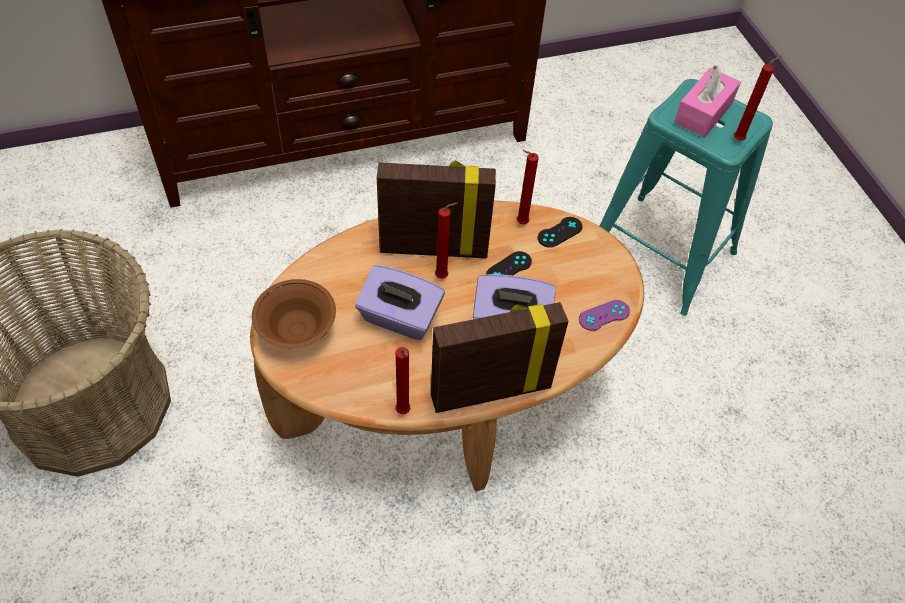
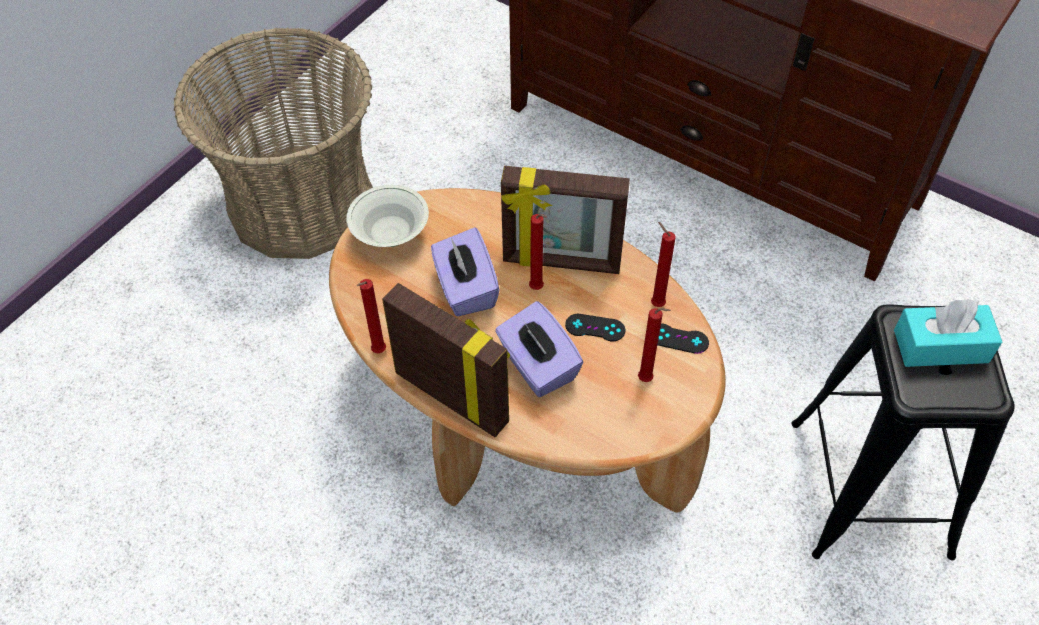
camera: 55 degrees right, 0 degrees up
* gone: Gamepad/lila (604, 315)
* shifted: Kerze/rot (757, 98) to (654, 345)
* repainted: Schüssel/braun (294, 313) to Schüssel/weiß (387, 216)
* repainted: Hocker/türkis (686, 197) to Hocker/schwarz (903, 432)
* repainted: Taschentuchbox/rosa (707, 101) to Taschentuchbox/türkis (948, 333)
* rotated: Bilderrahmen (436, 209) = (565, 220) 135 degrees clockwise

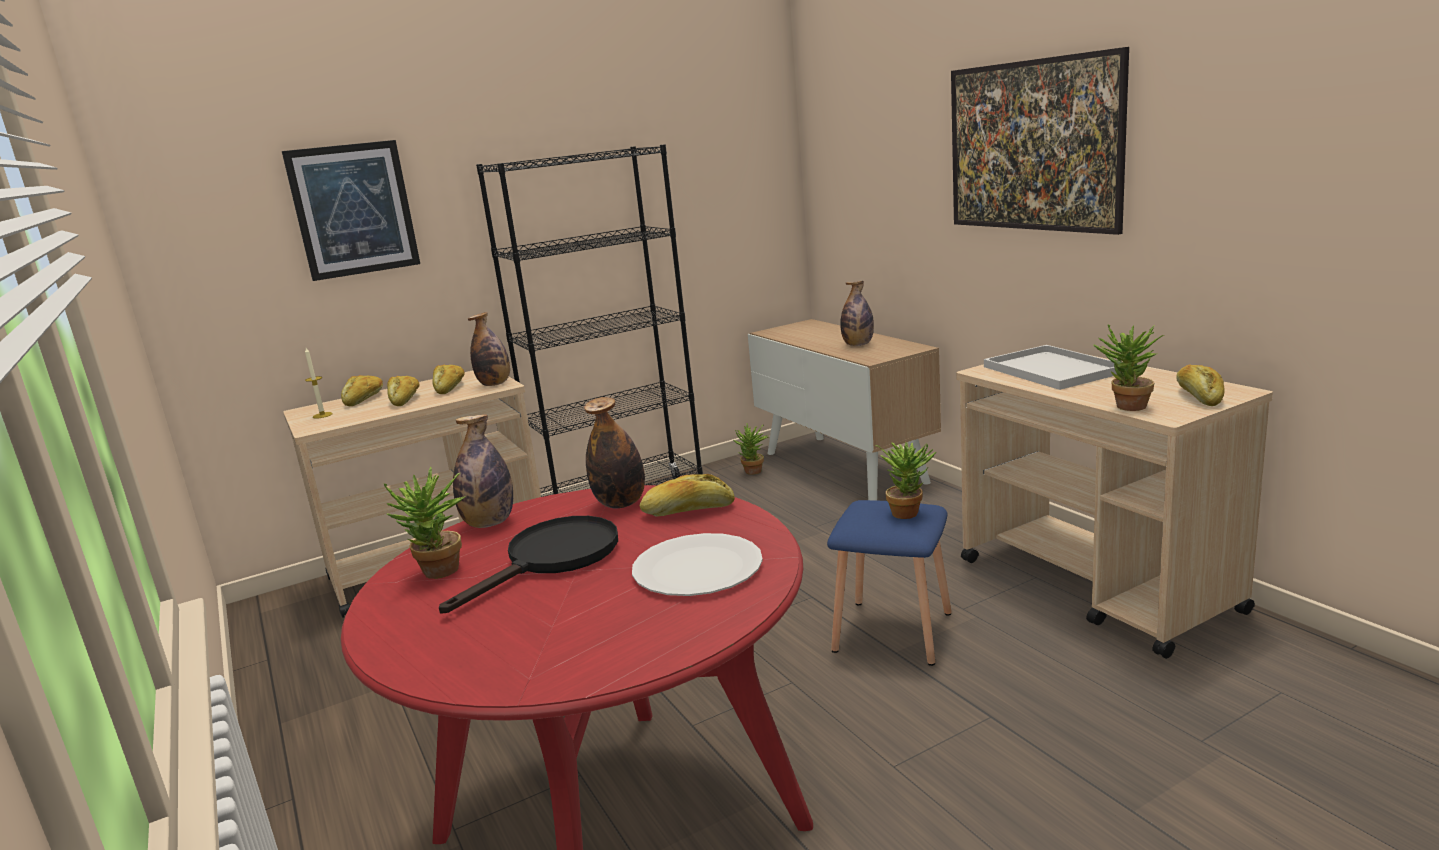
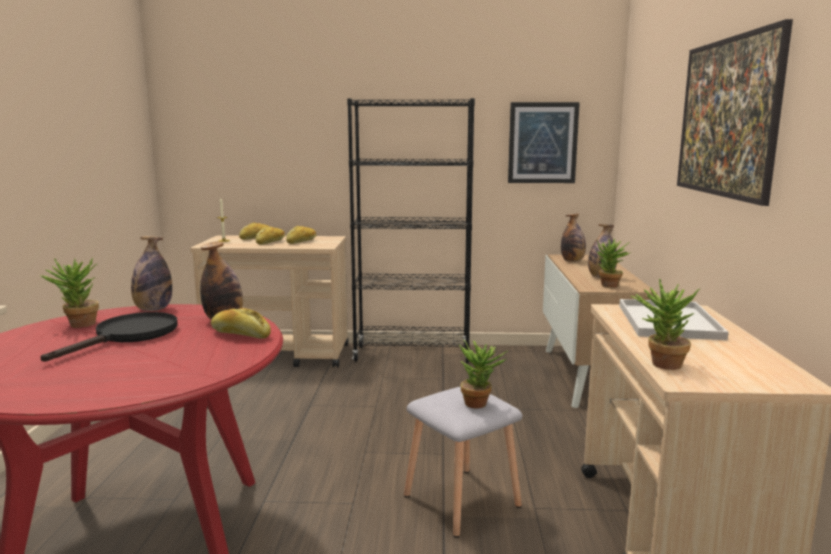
camera: 30 degrees right, 5 degrees down
* gone: Teller/weiß (697, 564)
* gone: Brot (1200, 385)
* shifted: Bild (351, 210) to (544, 142)
* shifted: Flasche (489, 349) to (573, 237)
* shifted: Topfpflanze (751, 449) to (613, 263)
* repainted: Hocker/blau (889, 583) to Hocker/grau (463, 462)
* rotated: Pfanne/schwarz (528, 564) = (109, 336) 45 degrees counterclockwise

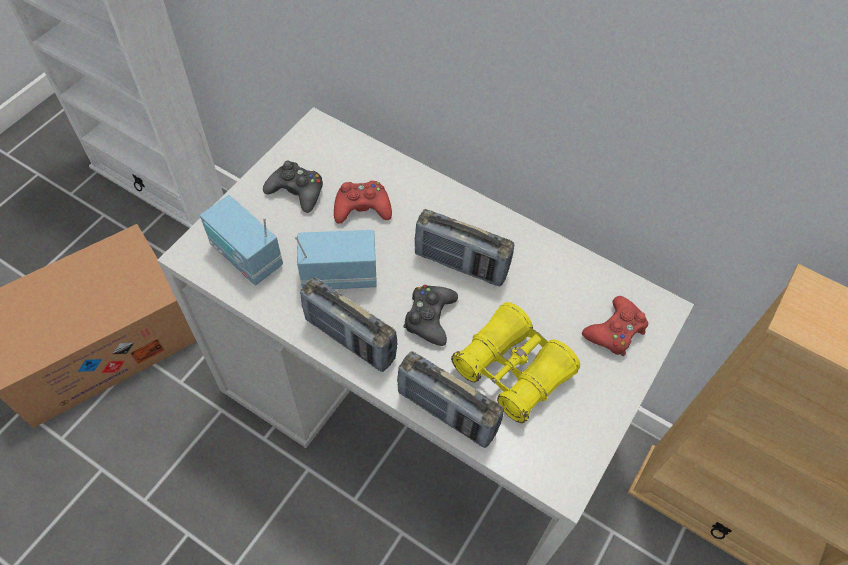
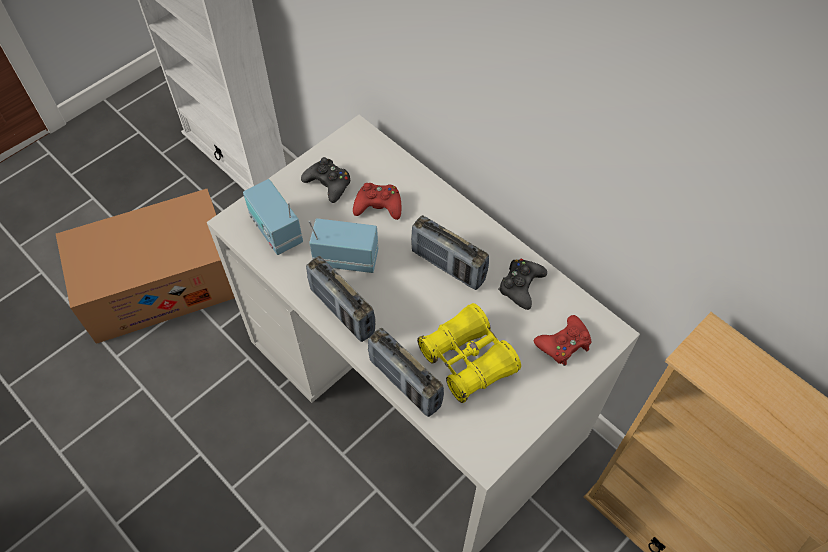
camera: 15 degrees right, 0 degrees up
* shifted: Gamepad/schwarz (430, 315) to (522, 284)

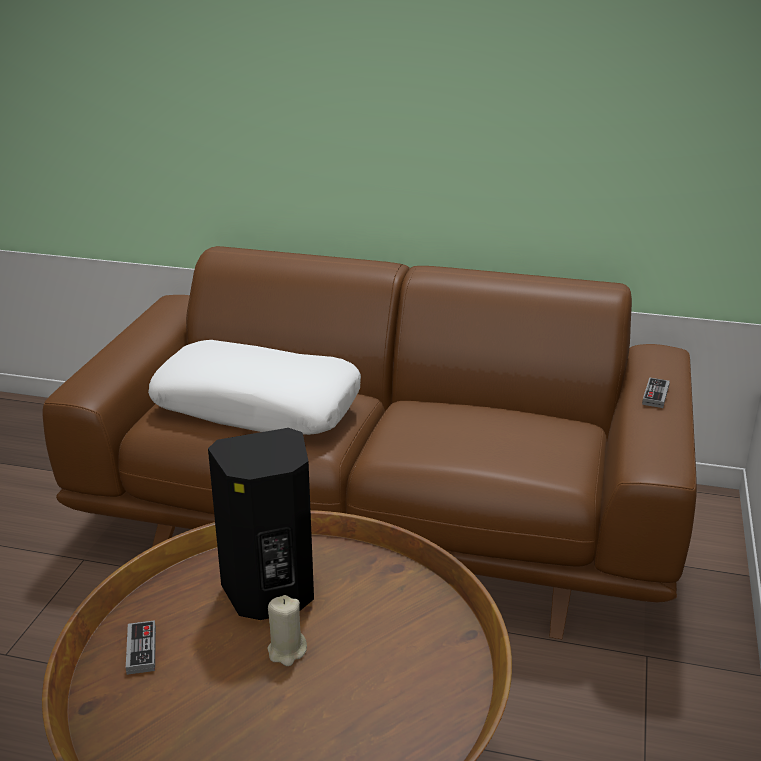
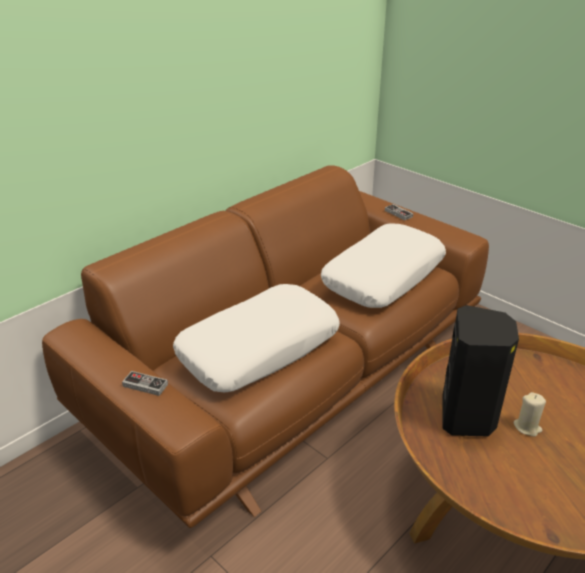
camera: 60 degrees left, 5 degrees up
* new: Kissen/weiß (383, 265)
* shifted: Gamepad (141, 647) to (145, 383)

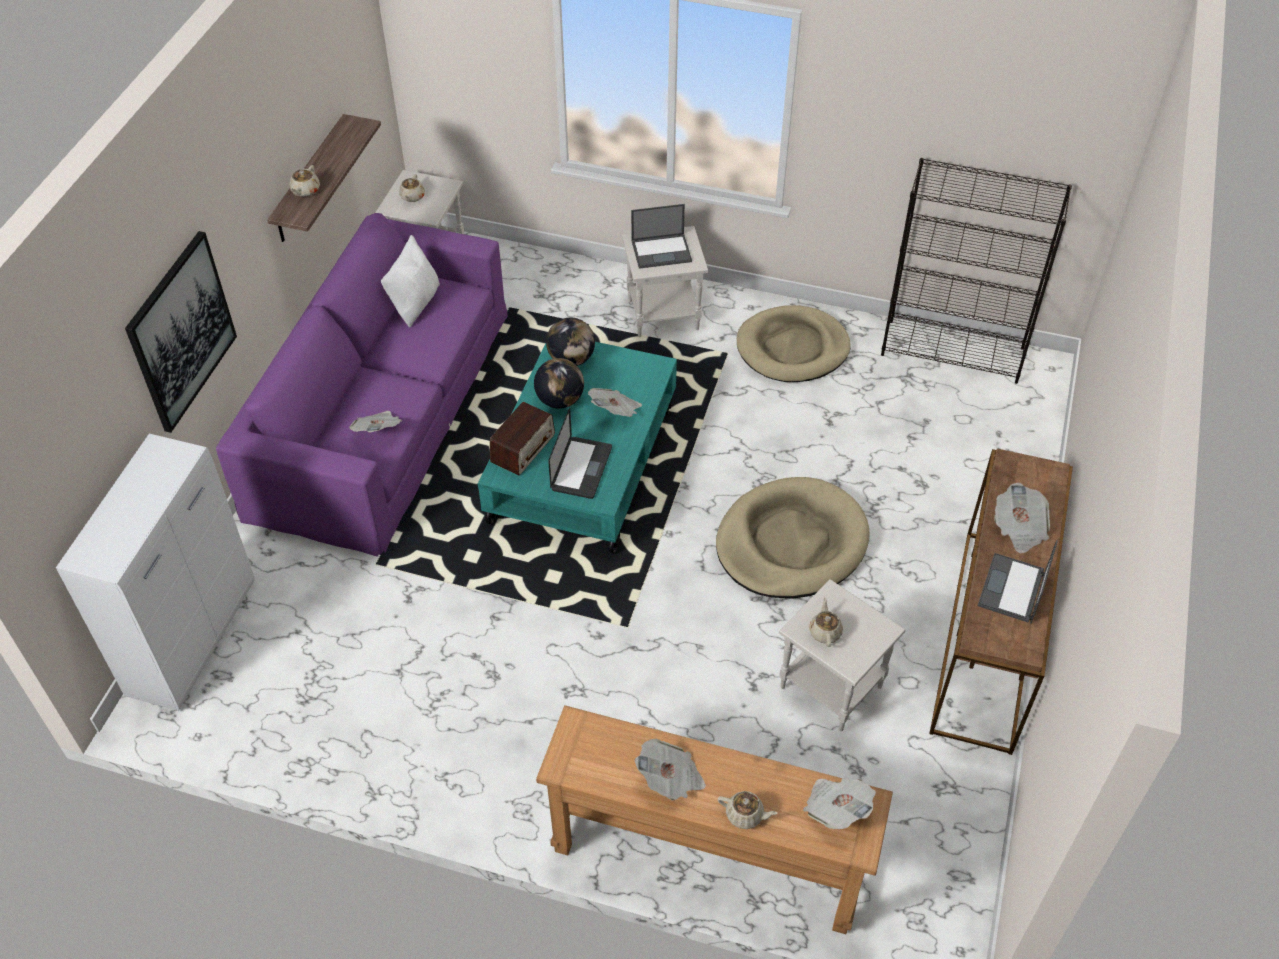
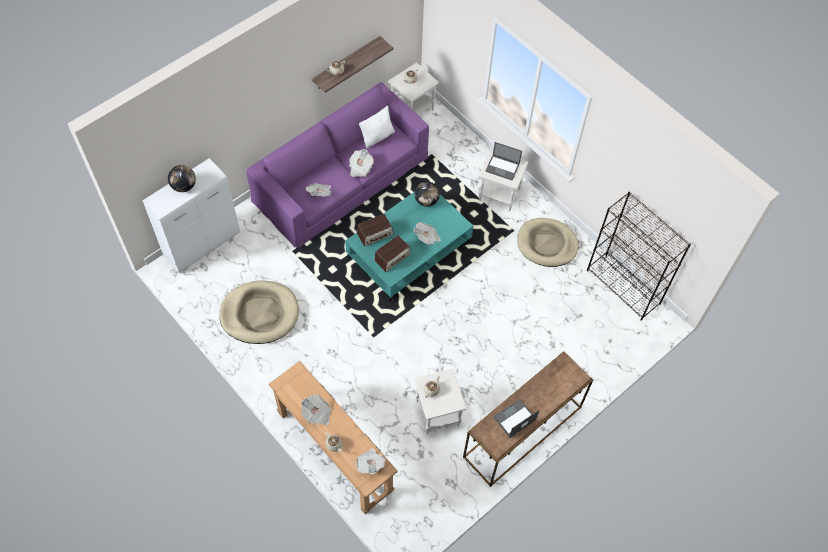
camera: 30 degrees right, 10 degrees up
* gone: Bild (181, 332)
* shifted: Globus (559, 383) to (182, 178)
* shifted: Hundebett/beige (793, 537) to (259, 312)
* shifted: Zeitung (1022, 518) to (361, 163)
* swapped: Laptop (580, 453) to Radio (392, 253)

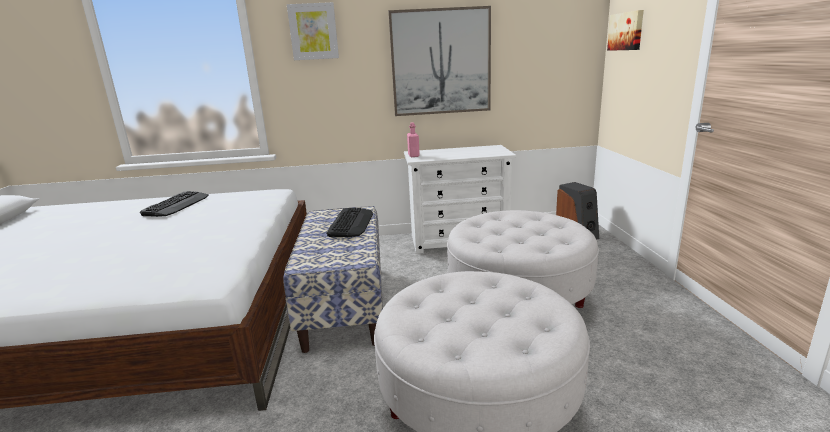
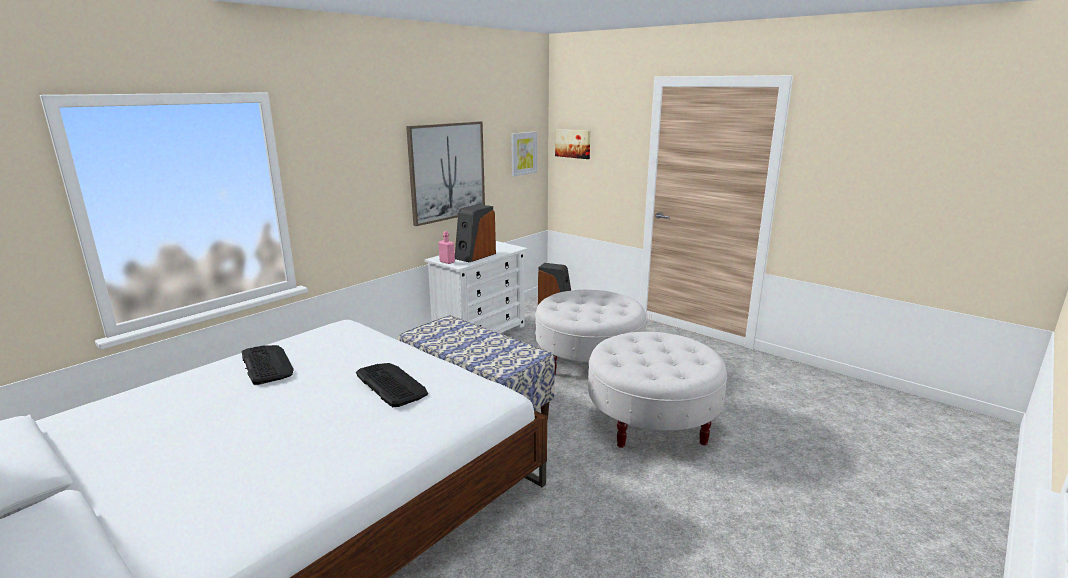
camera: 45 degrees left, 0 degrees up
* new: Lautsprecher (475, 233)
* shifted: Bild (313, 31) to (524, 153)
* shifted: Tastatur (349, 222) to (392, 385)

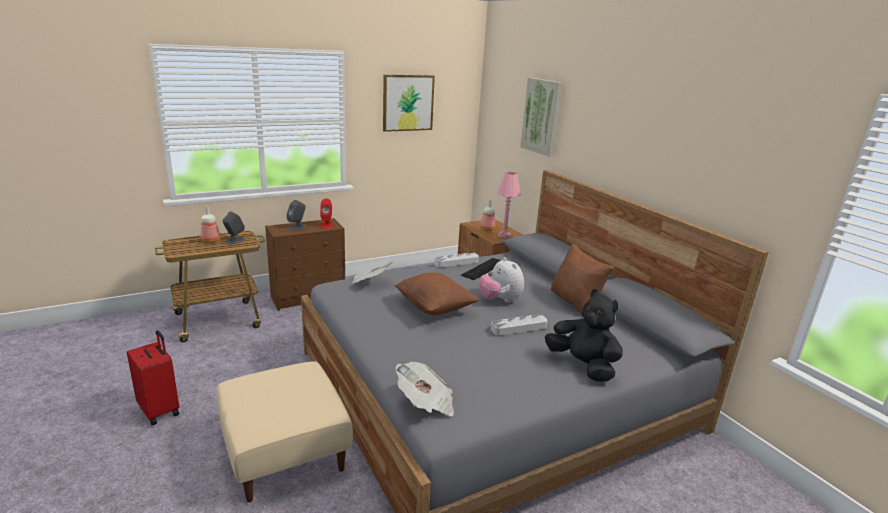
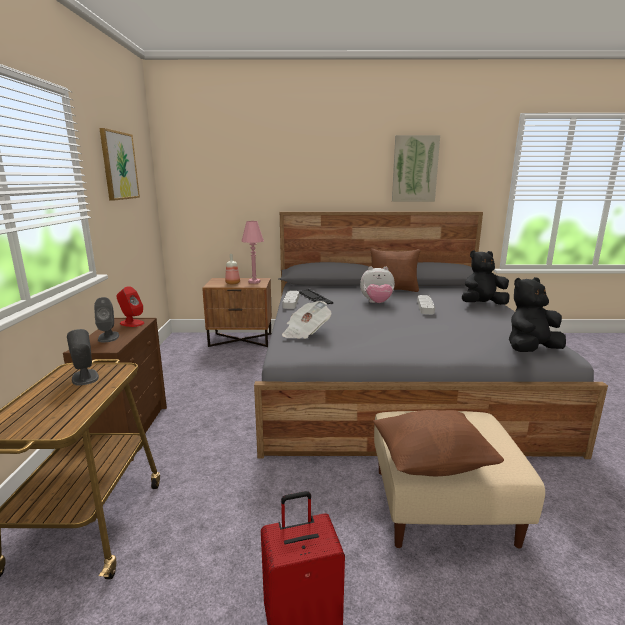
camera: 60 degrees left, 5 degrees down
* gone: Flasche (210, 224)
* shifted: Kissen/braun (437, 293) to (438, 443)
* shifted: Bild (541, 117) to (416, 168)
* swapped: Zeitung (424, 389) to Plüschtier/schwarz (537, 314)

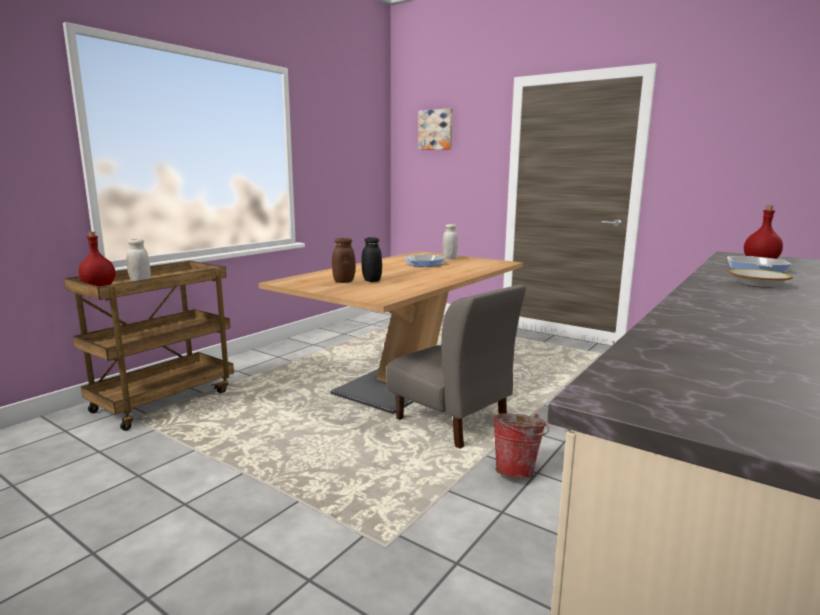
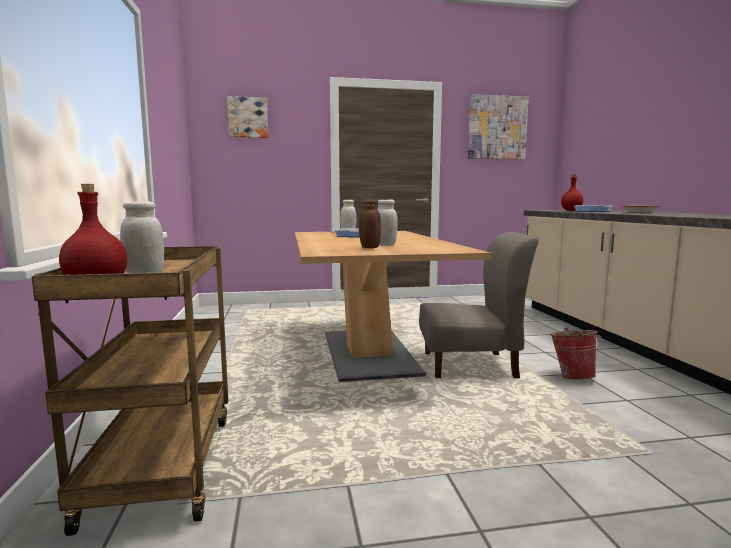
camera: 45 degrees left, 5 degrees down
* new: Bild (498, 126)
* repainted: Vorratsglas/schwarz (371, 259) to Vorratsglas/weiß (387, 222)

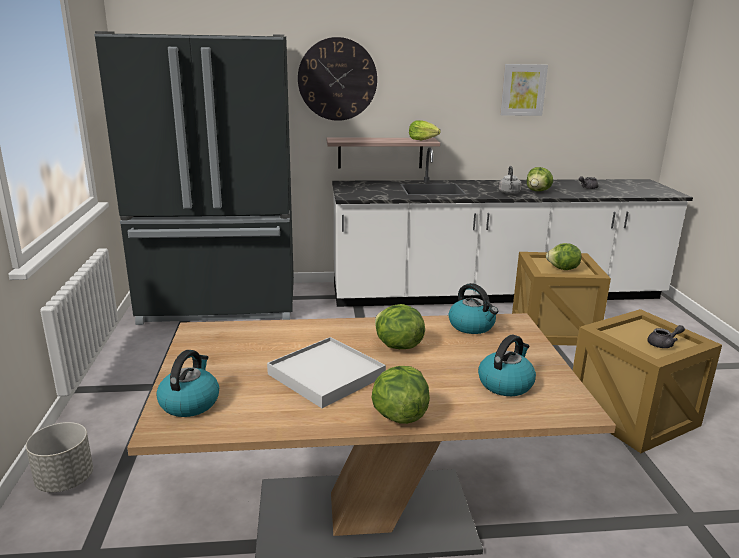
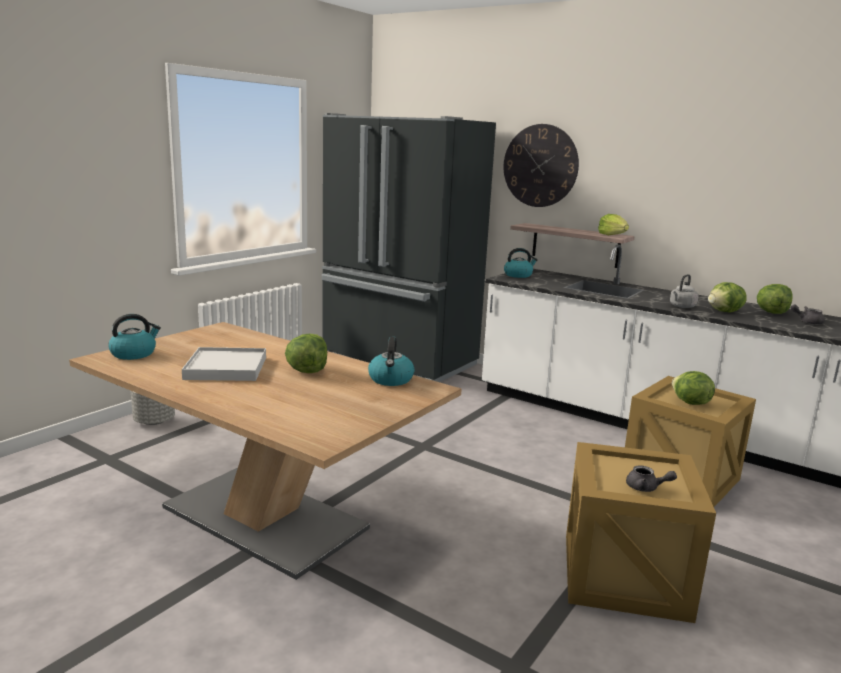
camera: 40 degrees right, 5 degrees down
* gone: Bild (524, 90)
* shifted: Salatkopf (401, 395) to (775, 299)
* shifted: Wasserkessel (507, 365) to (521, 263)

